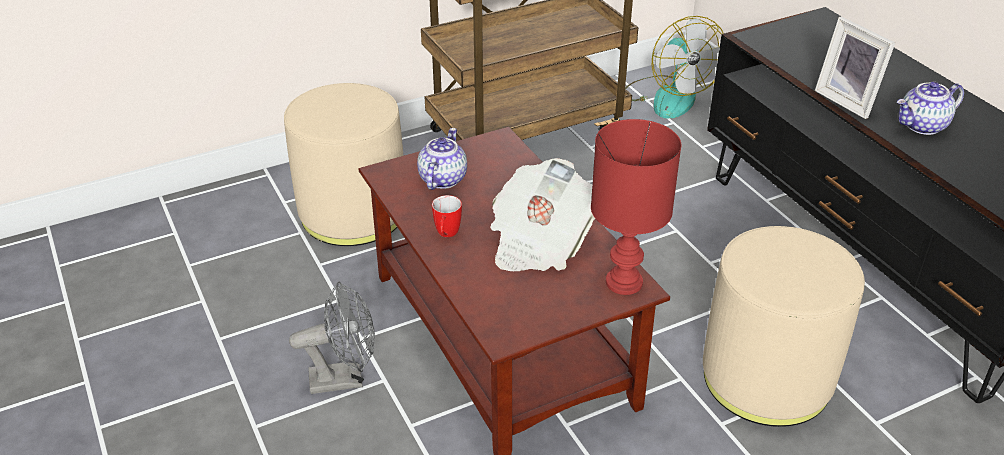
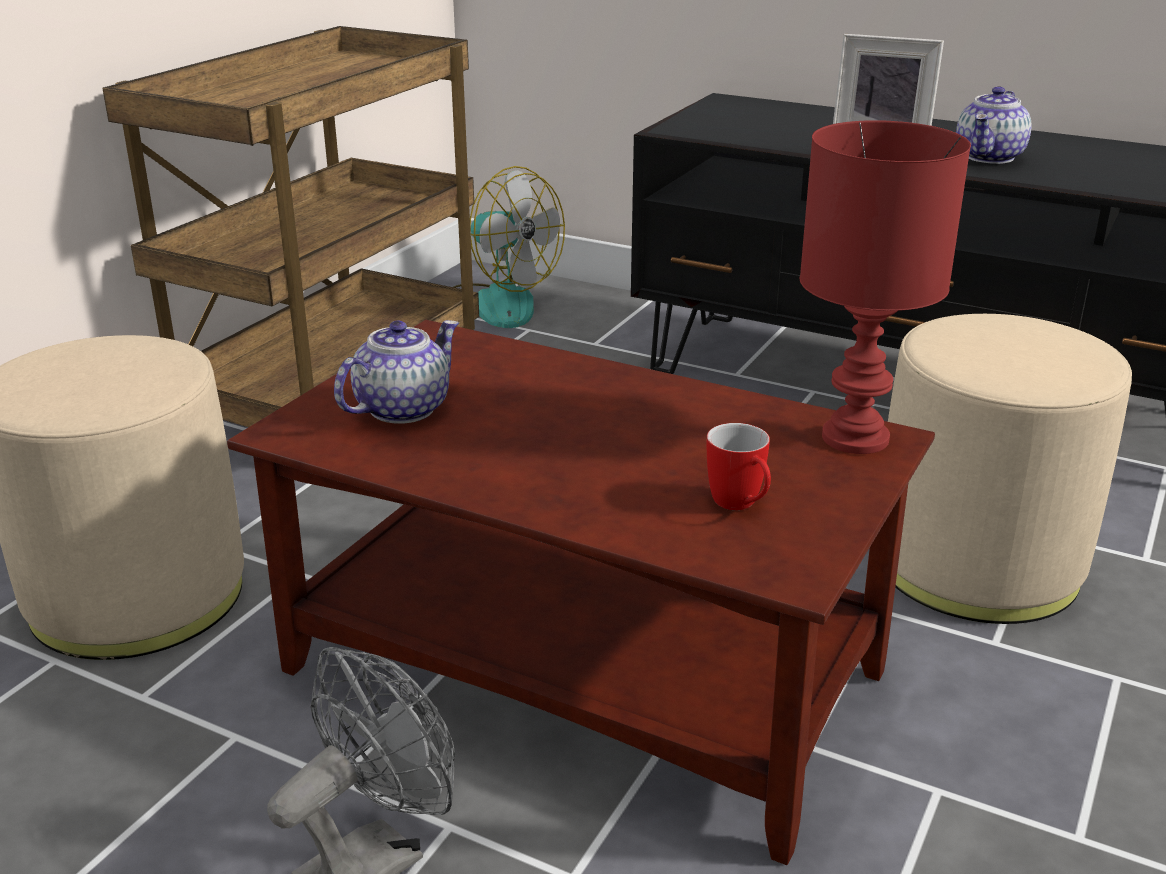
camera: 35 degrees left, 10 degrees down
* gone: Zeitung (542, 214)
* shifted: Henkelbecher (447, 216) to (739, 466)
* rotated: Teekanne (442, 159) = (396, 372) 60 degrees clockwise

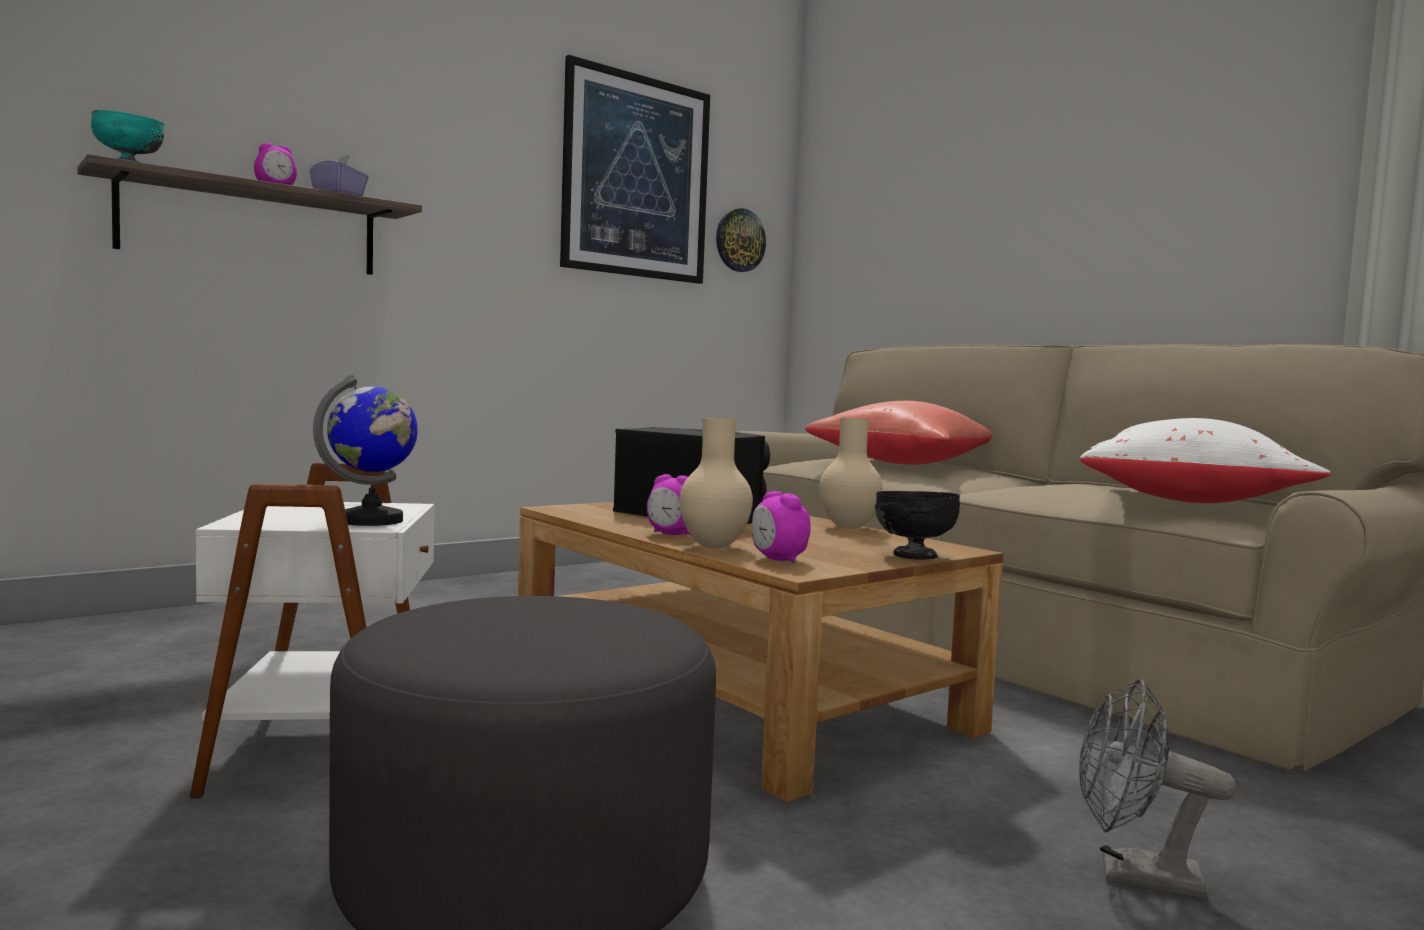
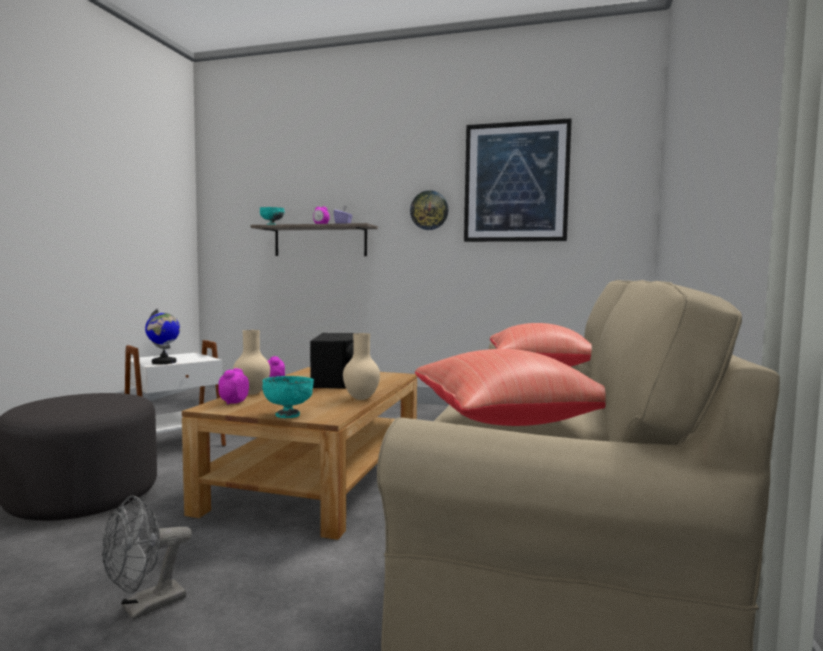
camera: 55 degrees right, 0 degrees up
* shifted: Wanduhr (741, 240) to (429, 210)
* repainted: Schüssel/schwarz (917, 525) to Schüssel/türkis (288, 397)
* repainted: Kissen/weiß (1205, 460) to Kissen/rot (510, 387)
* rotated: Ventilator/grau (1157, 789) = (147, 558) 120 degrees counterclockwise

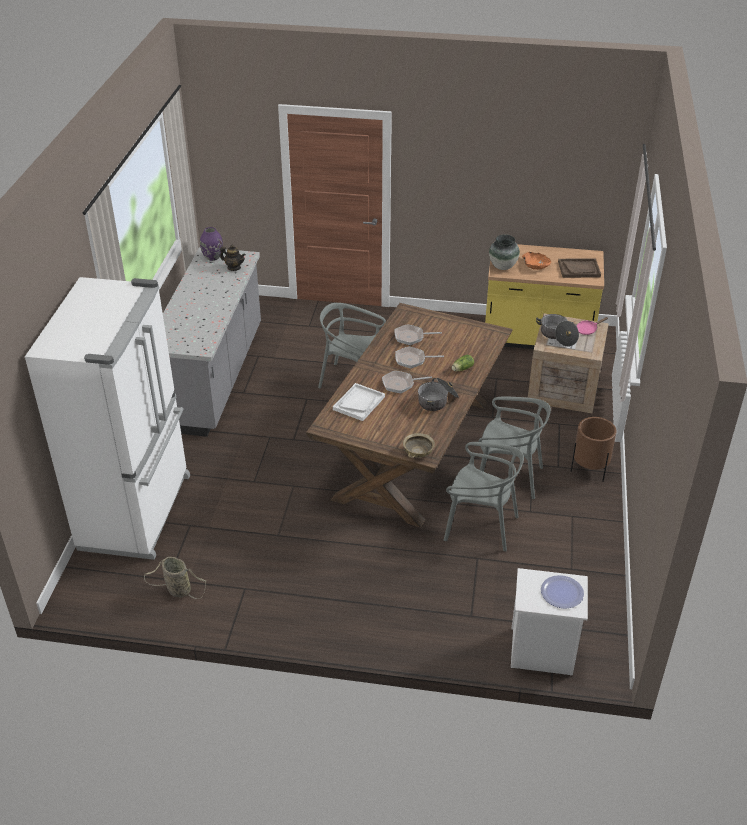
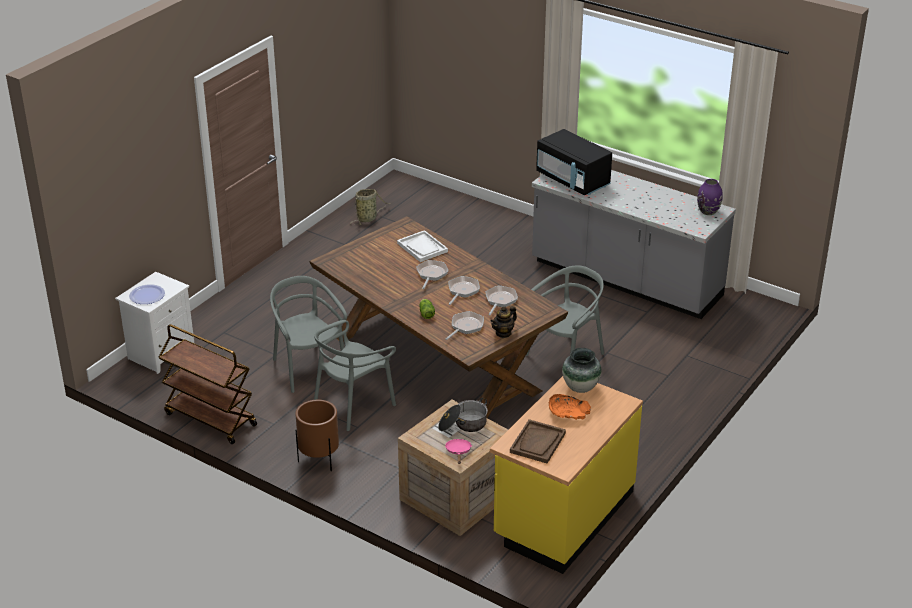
camera: 115 degrees right, 5 degrees down
* gone: Kühlschrank/weiß (107, 418)
* gone: Schüssel/beige (419, 445)
* gone: Kochtopf (438, 394)
* new: Rollwagen/braun (207, 384)
* new: Pfanne (464, 325)
* new: Mikrowelle/schwarz (574, 162)
* shifted: Teekanne (233, 258) to (504, 322)
* rotated: Stuhl/grau (484, 496) = (308, 334) 105 degrees clockwise

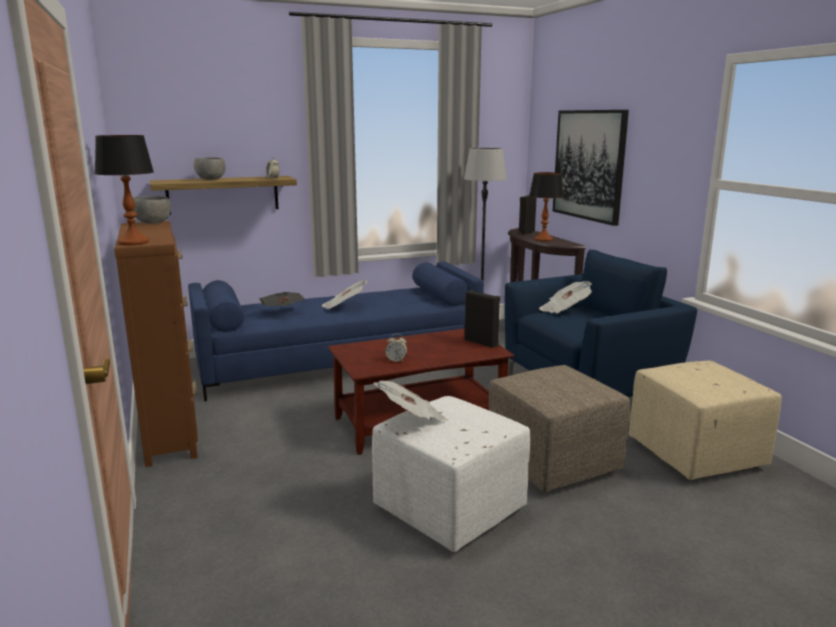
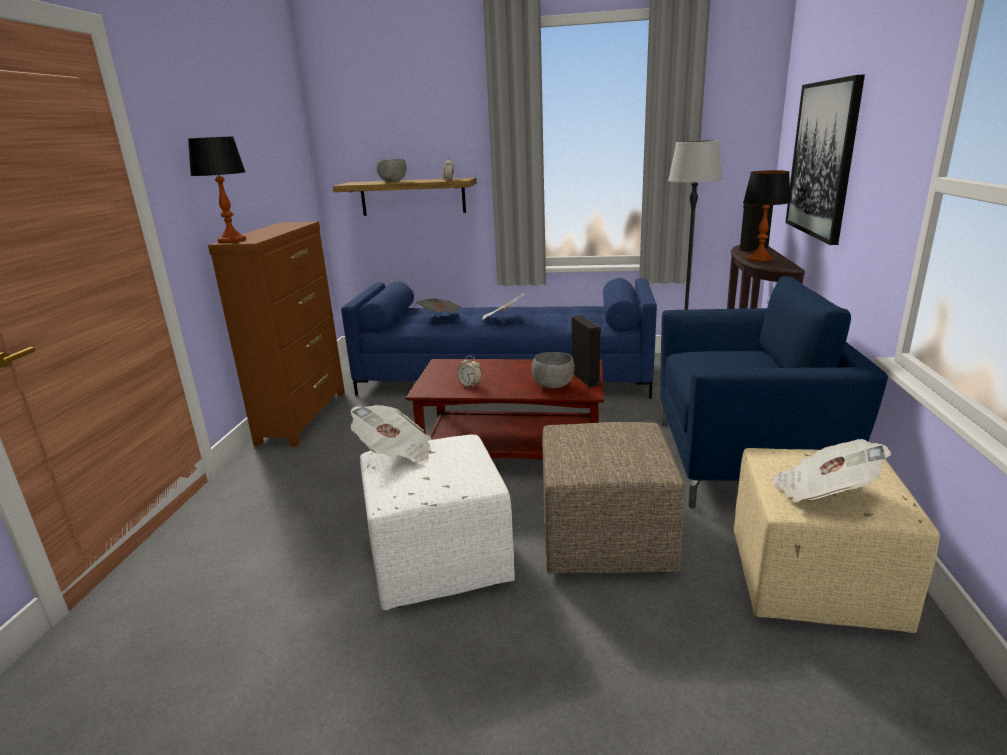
camera: 30 degrees right, 5 degrees up
* shifted: Schüssel/grau (152, 210) to (553, 370)
* shifted: Zeitung (565, 297) to (831, 471)

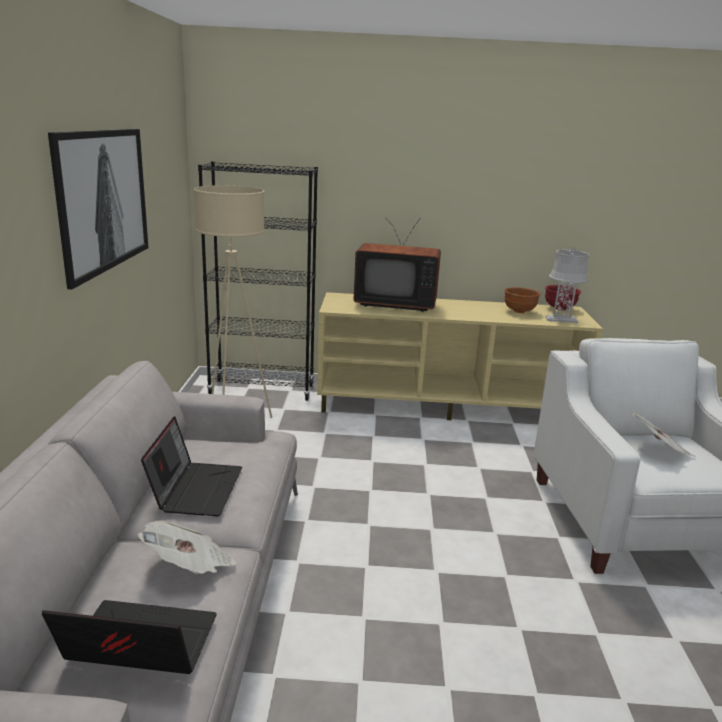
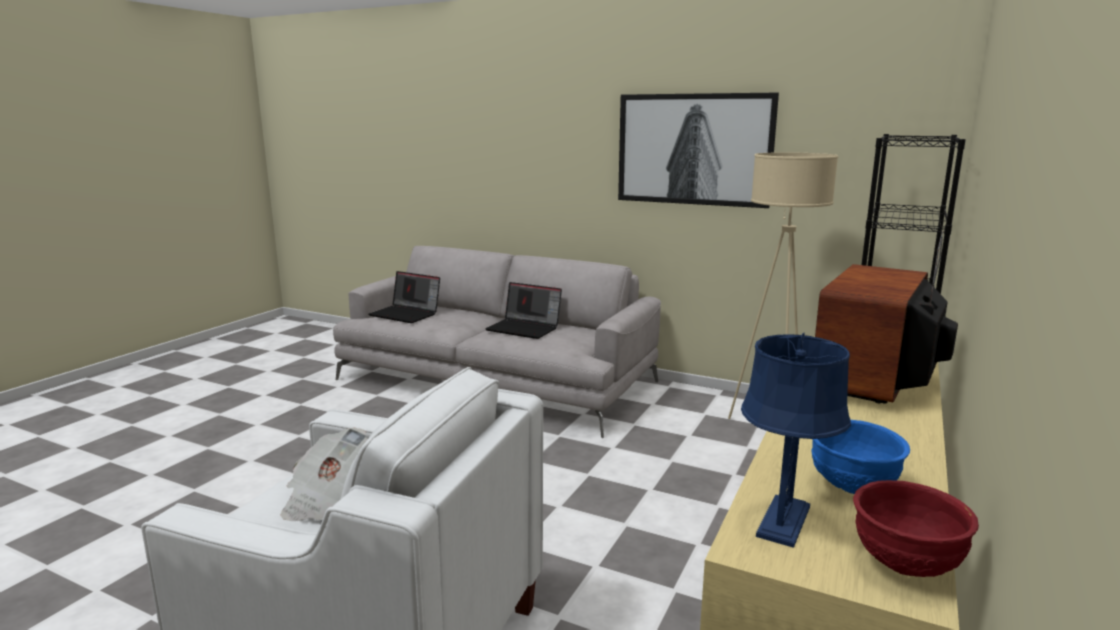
camera: 115 degrees right, 5 degrees down
* gone: Zeitung (187, 547)
* repainted: Schüssel/braun (522, 300) to Schüssel/blau (860, 457)
* repainted: Tischlampe/grau (567, 285) to Tischlampe/blau (796, 440)
* rotated: Laptop (129, 637) = (404, 297) 90 degrees clockwise

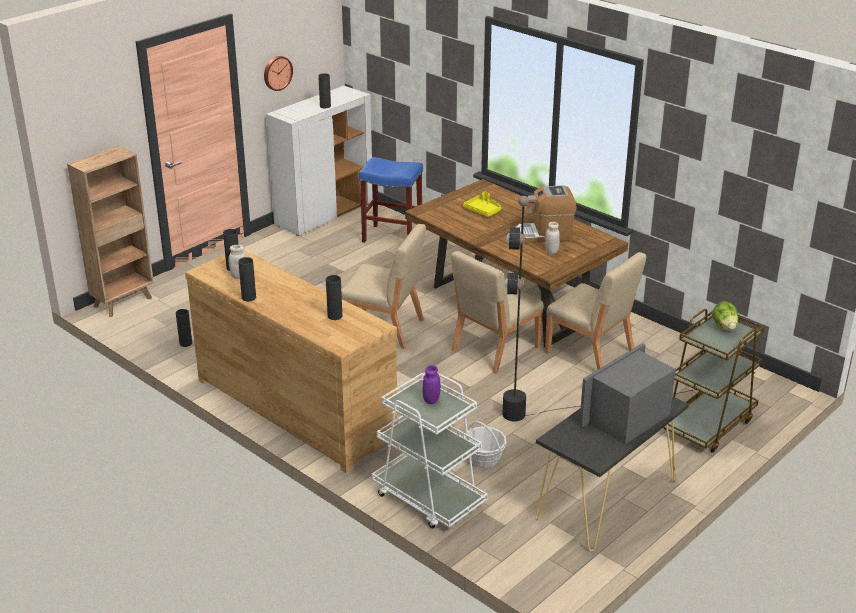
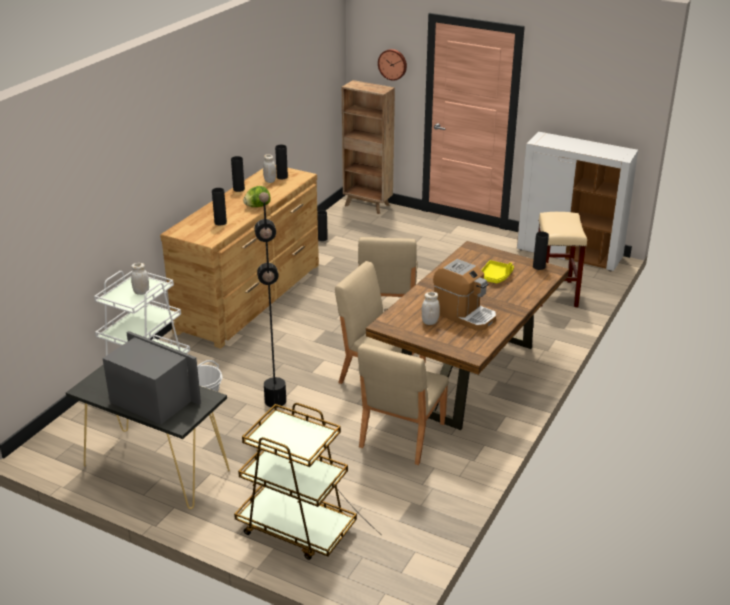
camera: 75 degrees right, 0 degrees up
* shifted: Wanduhr (278, 73) to (392, 65)
* shifted: Vase/schwarz (324, 90) to (541, 251)
* shifted: Salatkopf (725, 315) to (257, 196)
* repainted: Hocker/blau (391, 200) to Hocker/beige (562, 259)
* repainted: Vorratsglas/lila (432, 384) to Vorratsglas/weiß (140, 279)
* rotated: Kaffeemaschine (546, 214) = (464, 295) 150 degrees clockwise

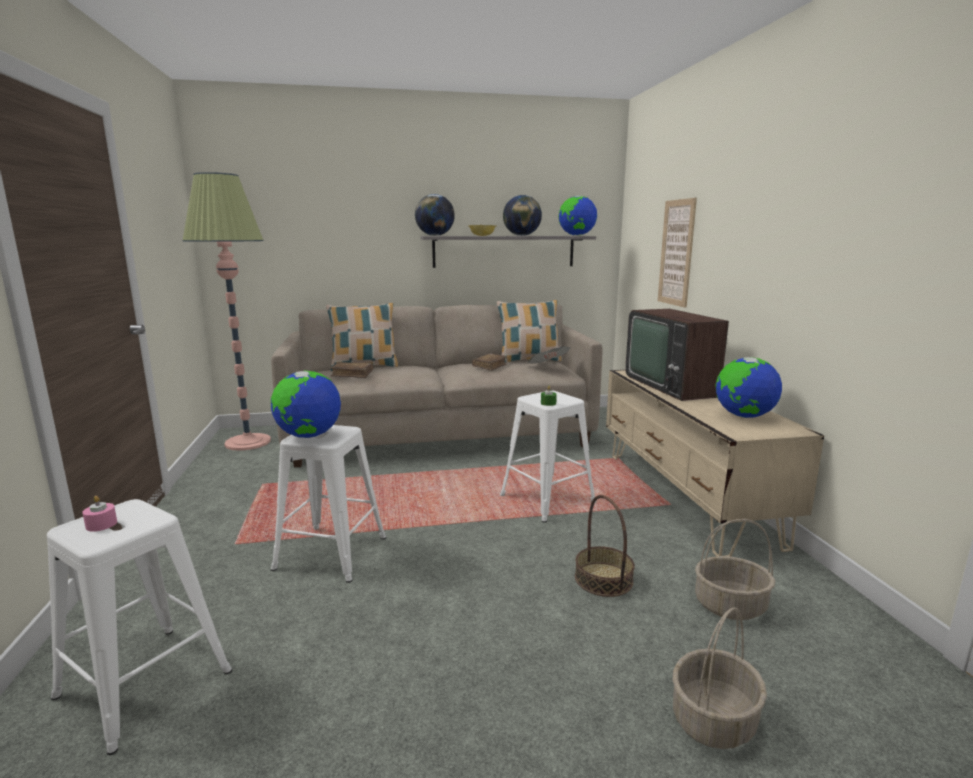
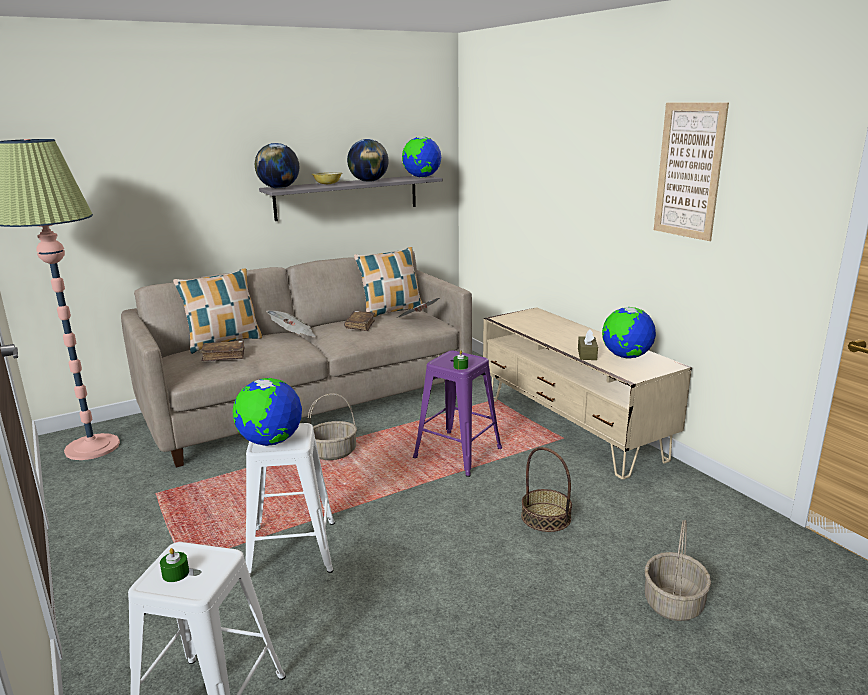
camera: 20 degrees left, 5 degrees up
* gone: Fernseher (677, 355)
* new: Zeitung (291, 323)
* new: Taschentuchbox/braun (588, 344)
* shifted: Bild (677, 253) to (691, 172)
* shifted: Korb (735, 569) to (332, 426)
* repainted: Kerze/rosa (99, 514) to Kerze/grün (174, 565)
* repainted: Hocker/weiß (548, 456) to Hocker/lila (457, 414)

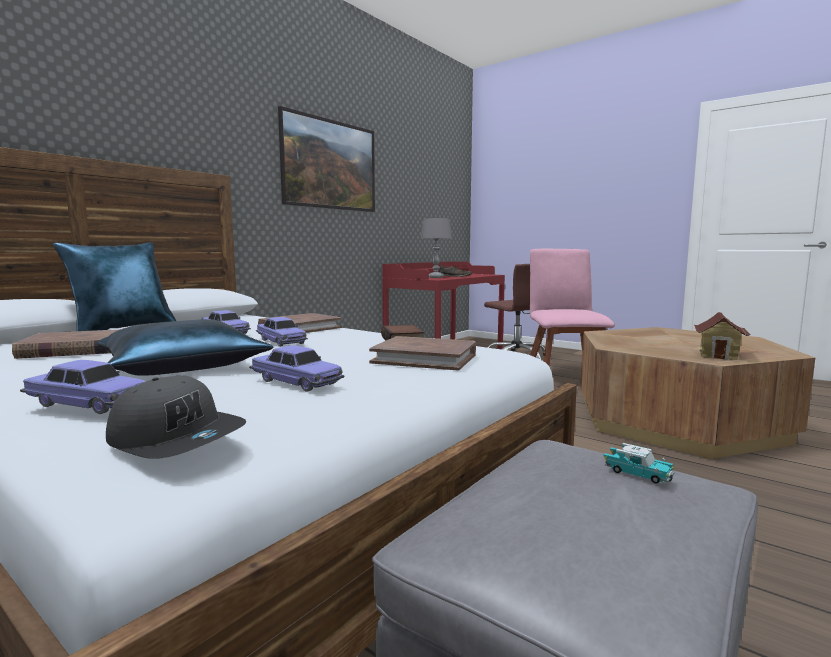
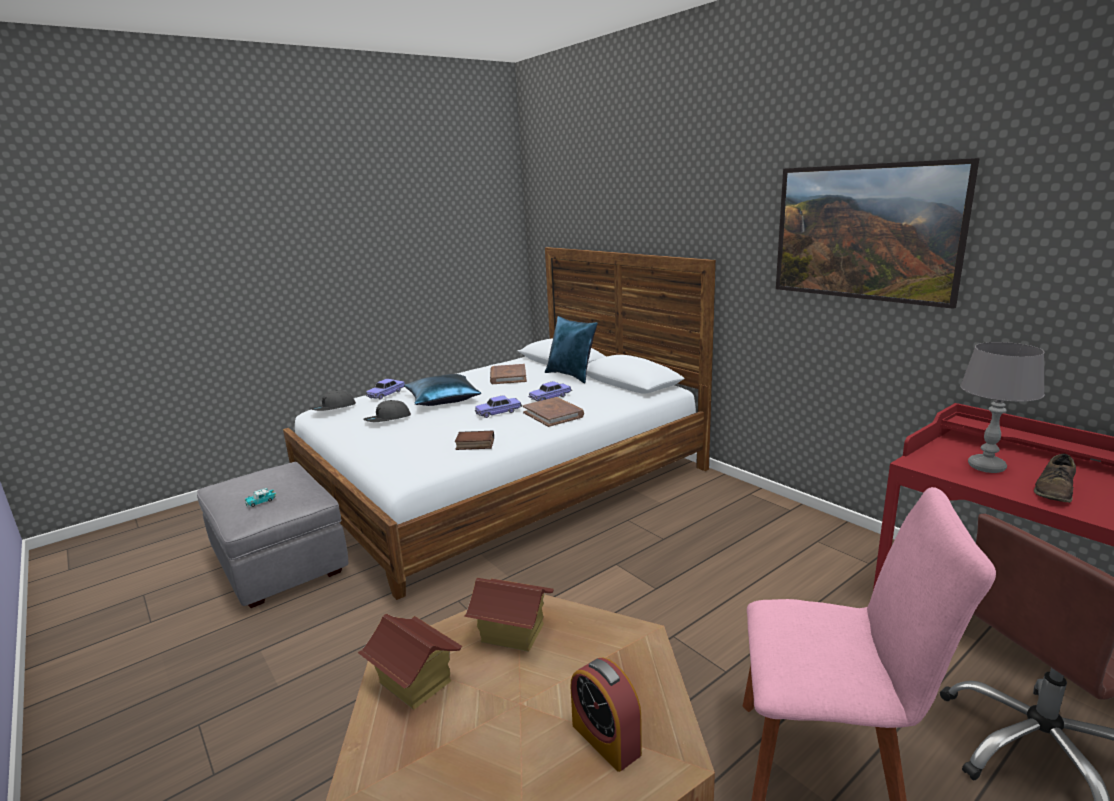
camera: 105 degrees right, 10 degrees up
* gone: Buch/braun (422, 353)
* new: Spielzeughaus (509, 615)
* new: Wecker (606, 714)
* swapped: Spielzeugauto (297, 368) to Kappe/grau (387, 411)

